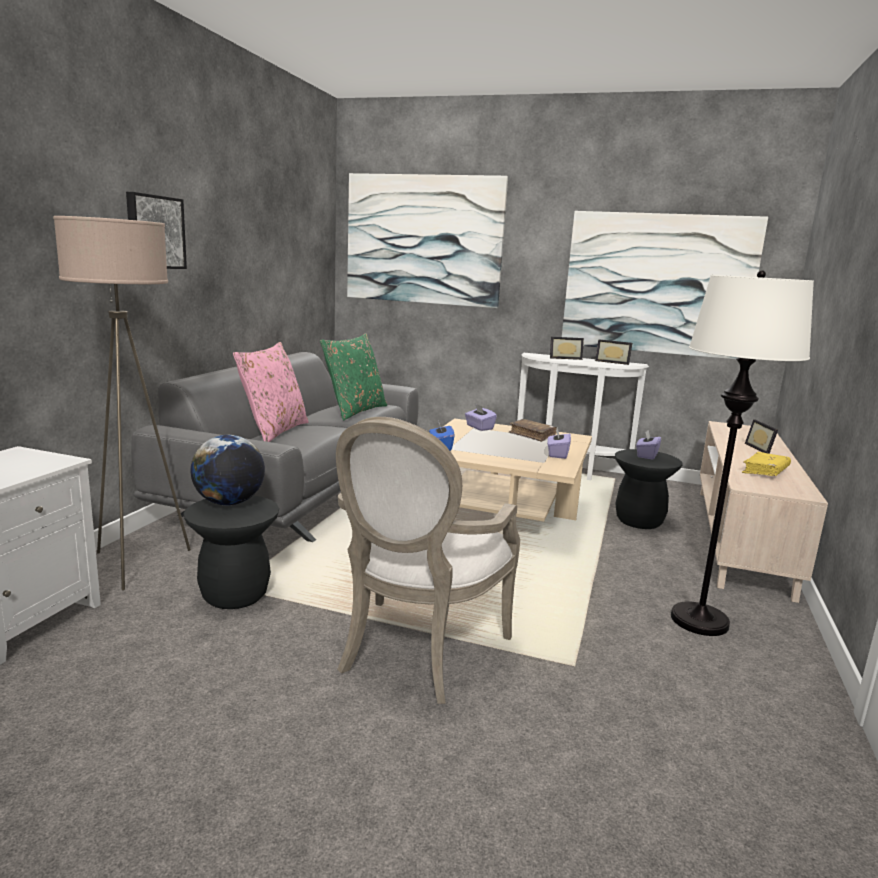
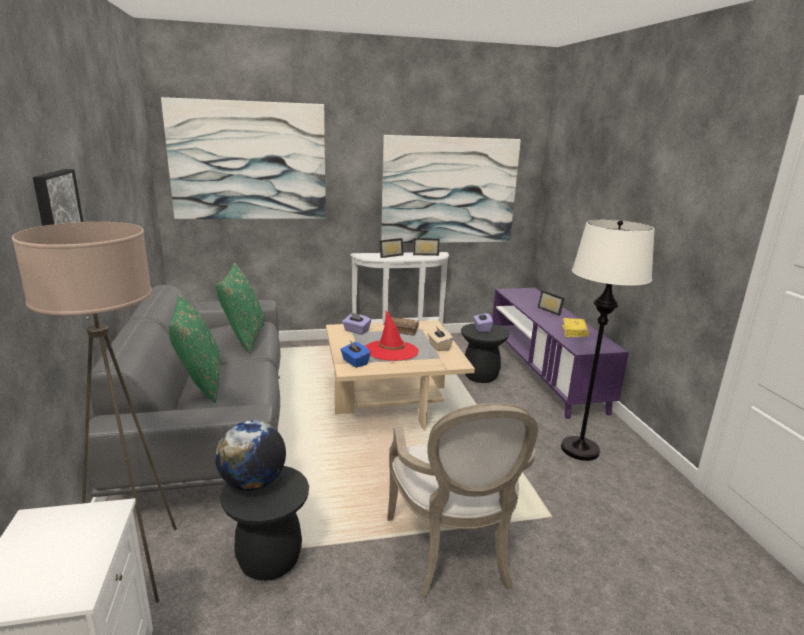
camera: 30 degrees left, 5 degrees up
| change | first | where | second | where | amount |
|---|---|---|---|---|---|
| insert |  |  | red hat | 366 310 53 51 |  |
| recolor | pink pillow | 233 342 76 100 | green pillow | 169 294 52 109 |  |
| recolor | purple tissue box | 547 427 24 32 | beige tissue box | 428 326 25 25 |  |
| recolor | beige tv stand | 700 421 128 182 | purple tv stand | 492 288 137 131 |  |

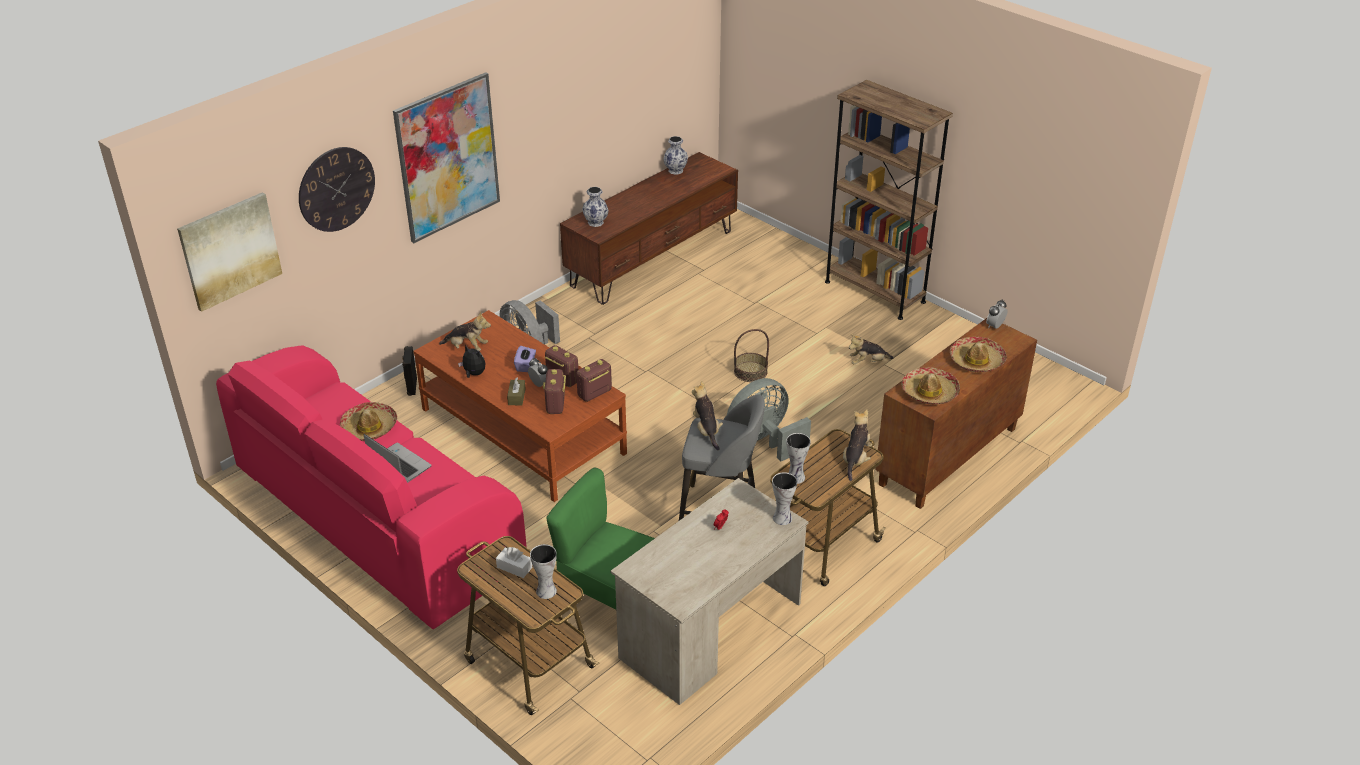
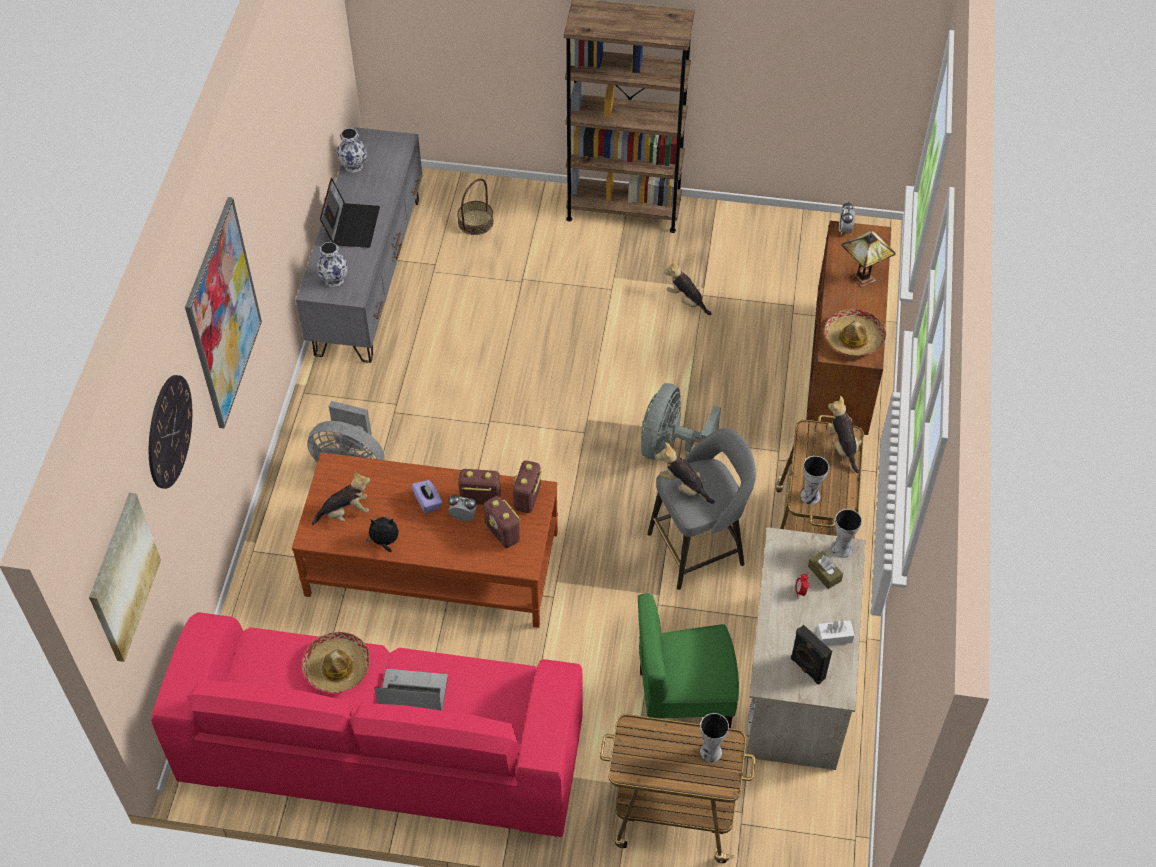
camera: 35 degrees left, 15 degrees up
| change | first | where | second | where | amount |
|---|---|---|---|---|---|
| insert |  |  | laptop | 320 178 60 70 |  |
| move | black speaker | 402 346 15 50 |  | 791 625 41 59 |  |
| move | white tissue box | 496 547 36 31 |  | 816 620 39 26 |  |
| move | brown tissue box | 507 377 18 28 |  | 808 551 35 38 |  |
| move | basket | 734 329 35 53 |  | 457 178 37 57 |  |
| replace | hat | 950 337 57 35 | table lamp | 841 230 55 57 |  |
| recolor | brown tv stand | 560 152 178 153 | grey tv stand | 296 127 126 236 |  |
| rotate | plush toy | 849 334 44 30 |  | 664 260 48 55 | 90 degrees clockwise |

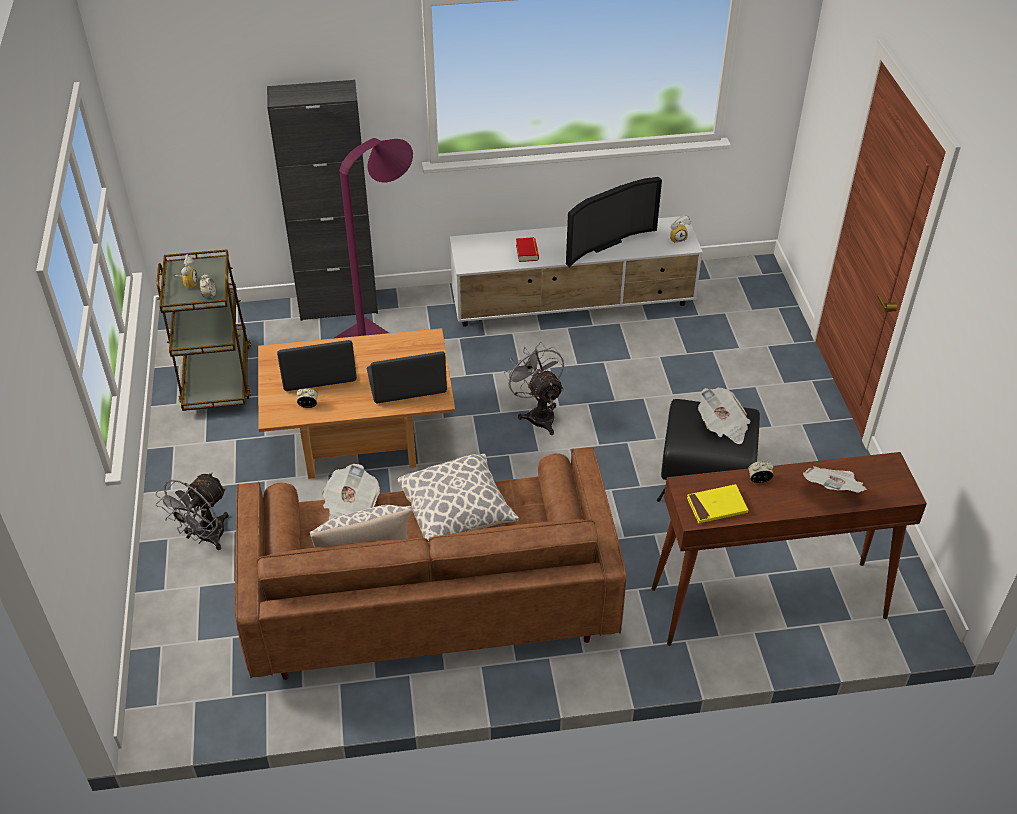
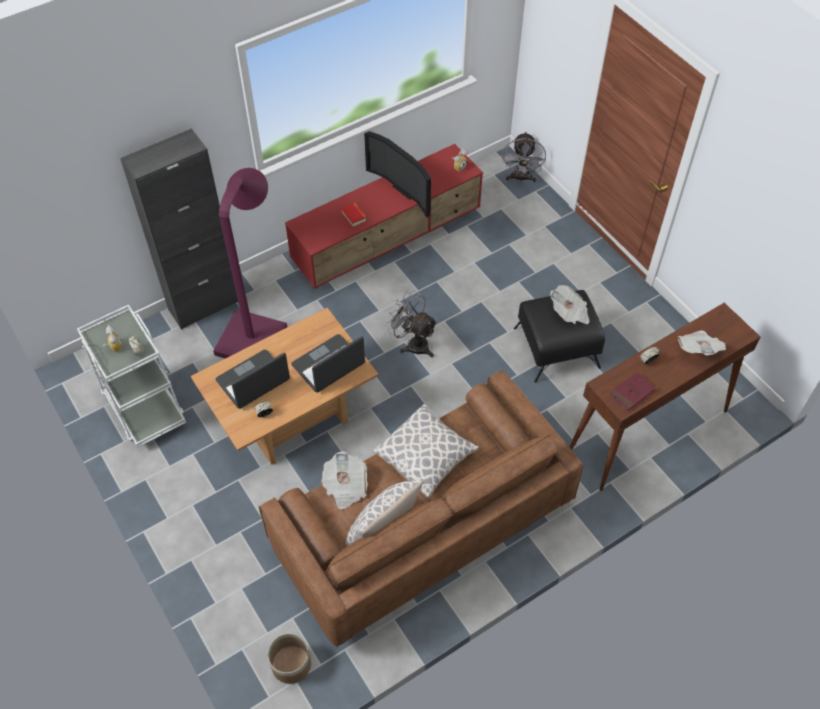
camera: 25 degrees left, 10 degrees up
| change | first | where | second | where | amount |
|---|---|---|---|---|---|
| insert |  |  | planter | 268 633 43 51 |  |
| move | grey fan | 156 472 73 78 |  | 502 132 44 51 |  |
| recolor | brown cart | 157 249 94 162 | white cart | 77 305 109 142 |  |
| recolor | white tv stand | 450 216 253 111 | red tv stand | 285 144 198 144 |  |
| recolor | yellow book | 687 484 61 39 | red book | 609 371 47 40 |  |
| rotate | television | 566 177 96 90 |  | 364 131 67 87 | 105 degrees clockwise |

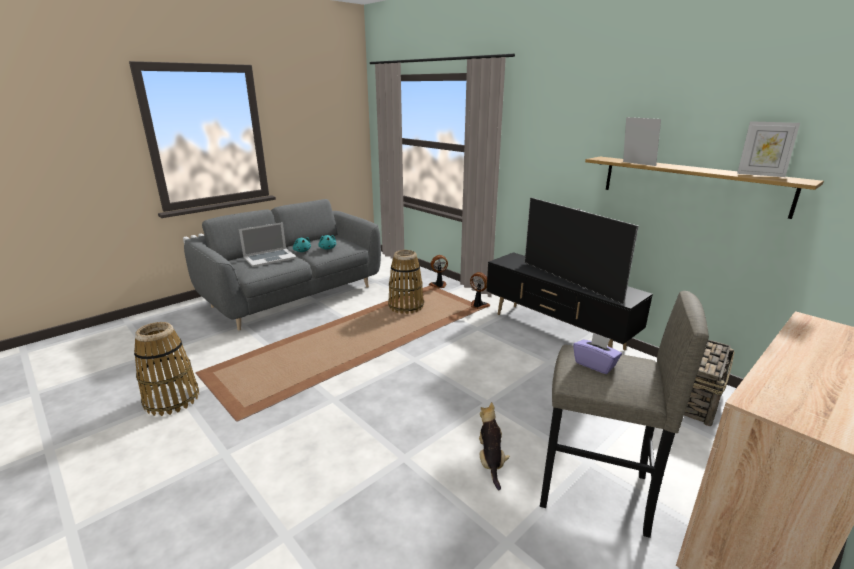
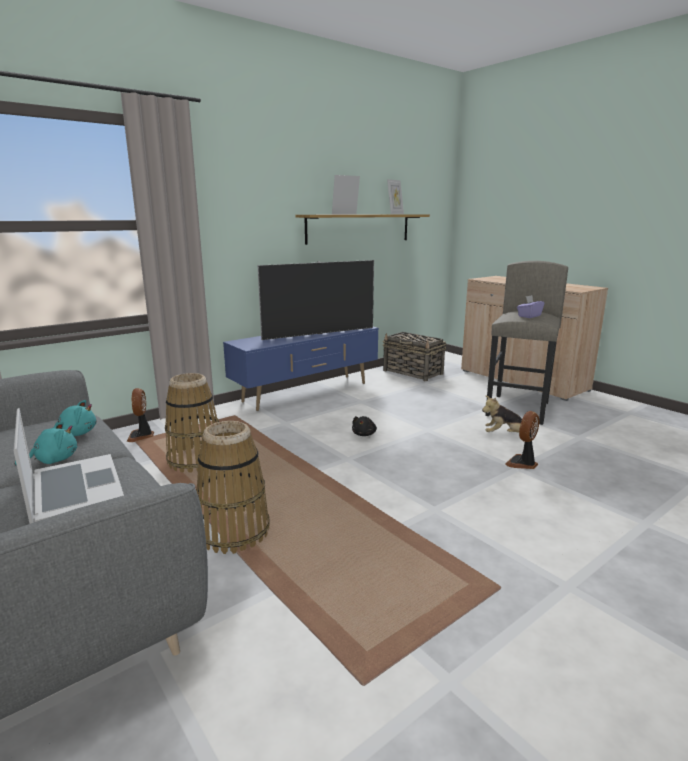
camera: 85 degrees left, 5 degrees down
| change | first | where | second | where | amount |
|---|---|---|---|---|---|
| insert |  |  | black plush toy | 352 416 25 20 |  |
| move | basket | 134 322 65 94 |  | 196 421 73 133 |  |
| move | fan | 470 272 20 37 |  | 505 411 35 58 |  |
| recolor | black tv stand | 487 252 166 98 | blue tv stand | 223 327 156 84 |  |

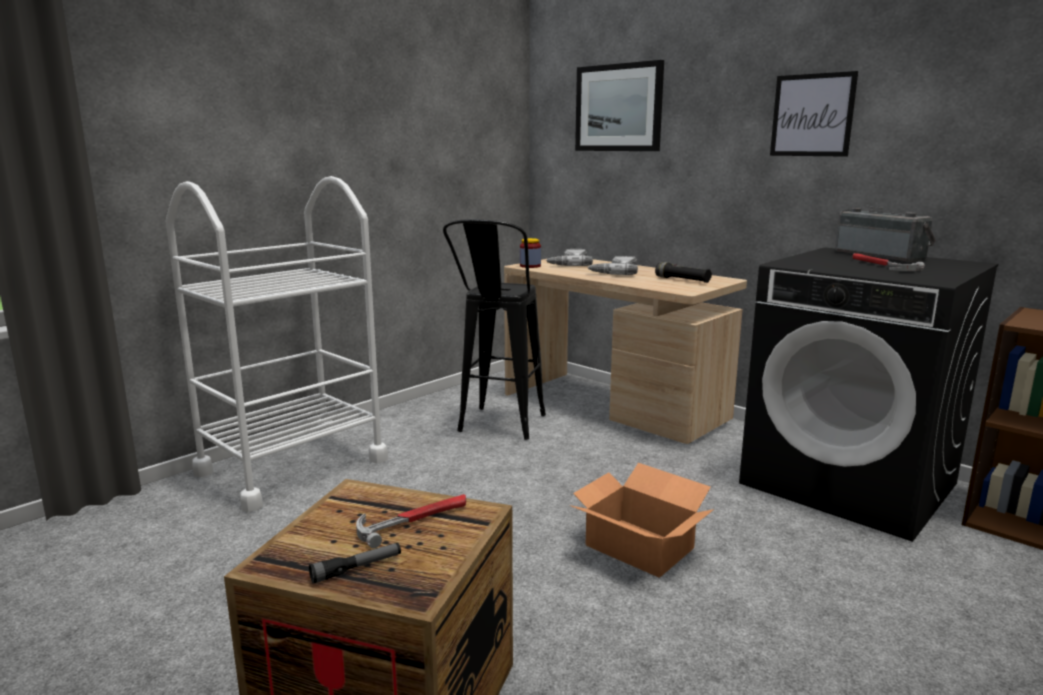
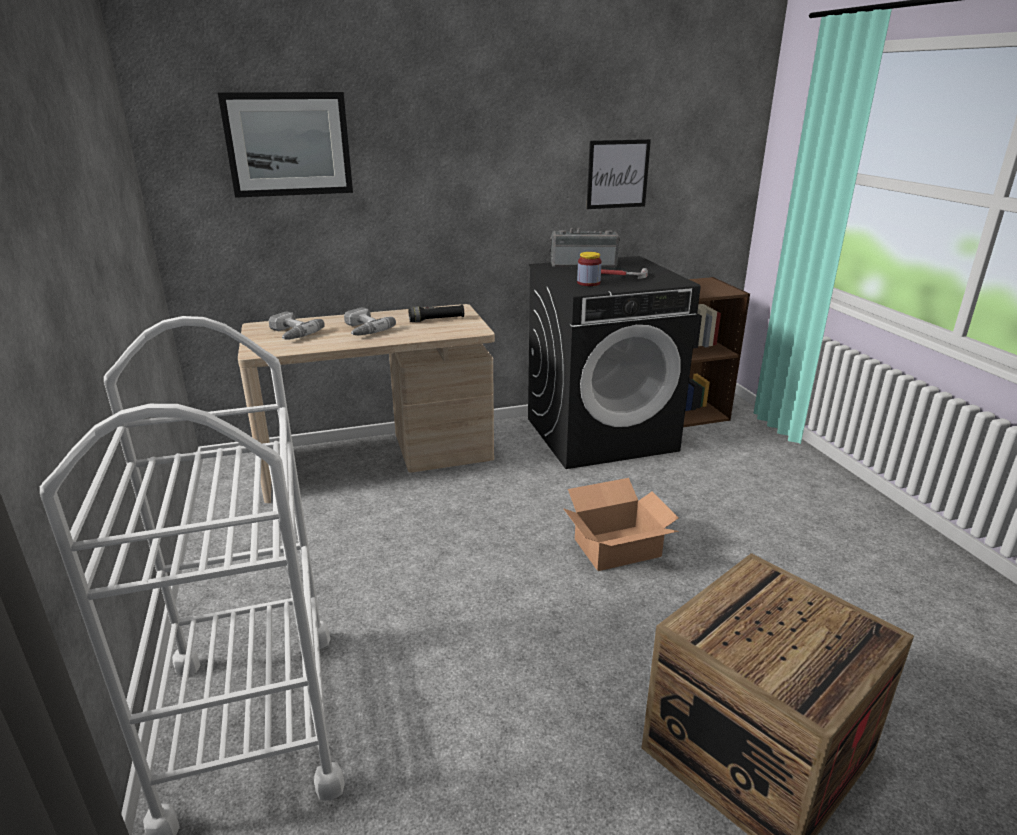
camera: 60 degrees left, 10 degrees up
| change | first | where | second | where | amount |
|---|---|---|---|---|---|
| delete | flashlight | 309 543 92 41 |  |  |  |
| delete | hammer | 356 494 110 54 |  |  |  |
| delete | black stool | 443 219 103 221 |  |  |  |
| move | jar | 520 238 21 30 |  | 577 252 25 34 |  |
| move | picture | 770 71 88 86 |  | 586 139 65 70 |  |

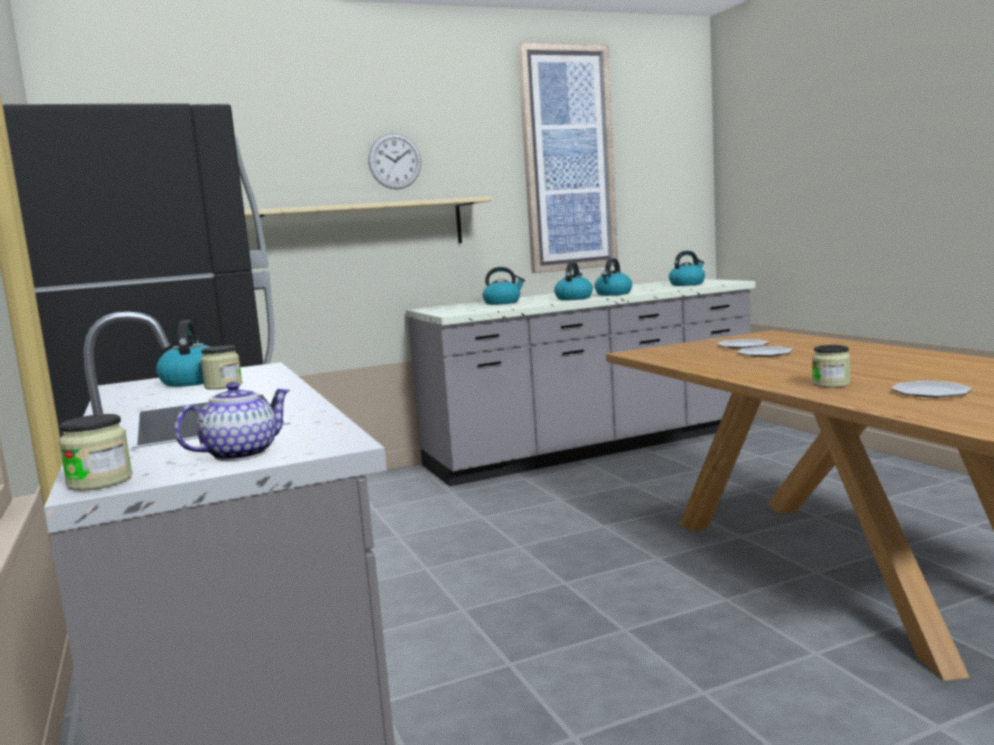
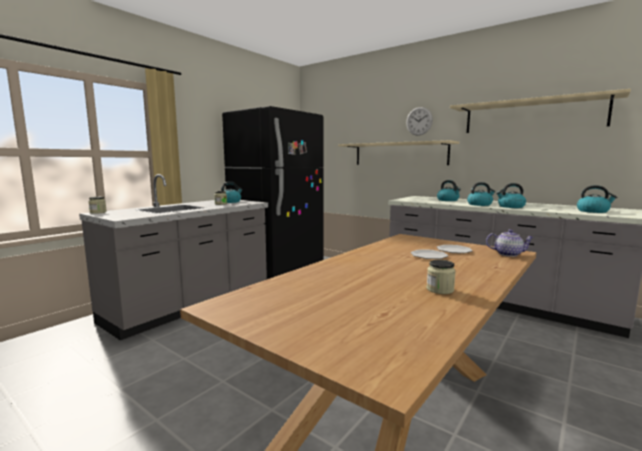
camera: 60 degrees right, 0 degrees up
| change | first | where | second | where | amount |
|---|---|---|---|---|---|
| delete | plate | 891 381 81 17 |  |  |  |
| move | teapot | 174 382 116 79 |  | 486 229 49 28 |  |
| move | jar | 812 345 39 43 |  | 427 260 29 34 |  |
| replace | picture | 517 43 101 230 | beige shelf | 450 89 181 44 |  |

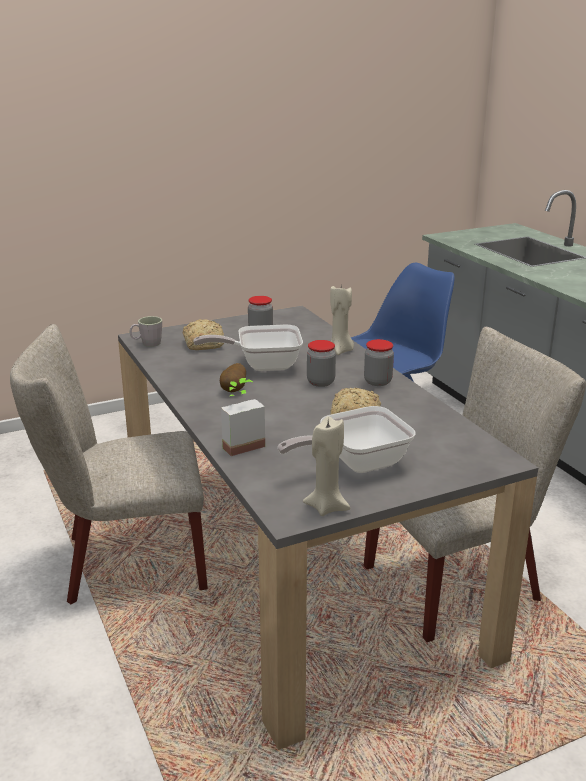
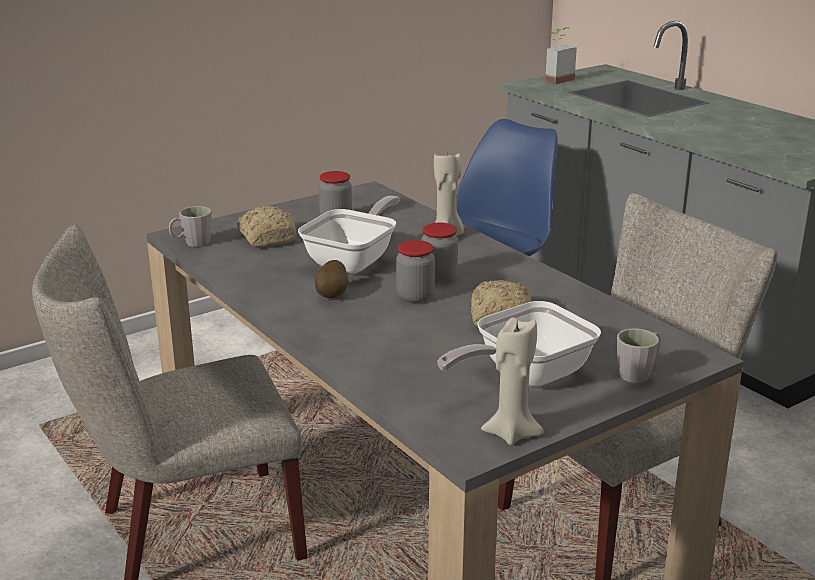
camera: 10 degrees left, 0 degrees up
| change | first | where | second | where | amount |
|---|---|---|---|---|---|
| insert |  |  | grey mug | 617 328 43 55 |  |
| move | potted plant | 221 378 44 78 |  | 545 27 32 57 |  |
| move | jar | 364 339 30 47 |  | 396 240 39 63 |  |
| rotate | frying pan | 193 325 110 46 |  | 298 196 102 77 | 135 degrees clockwise |

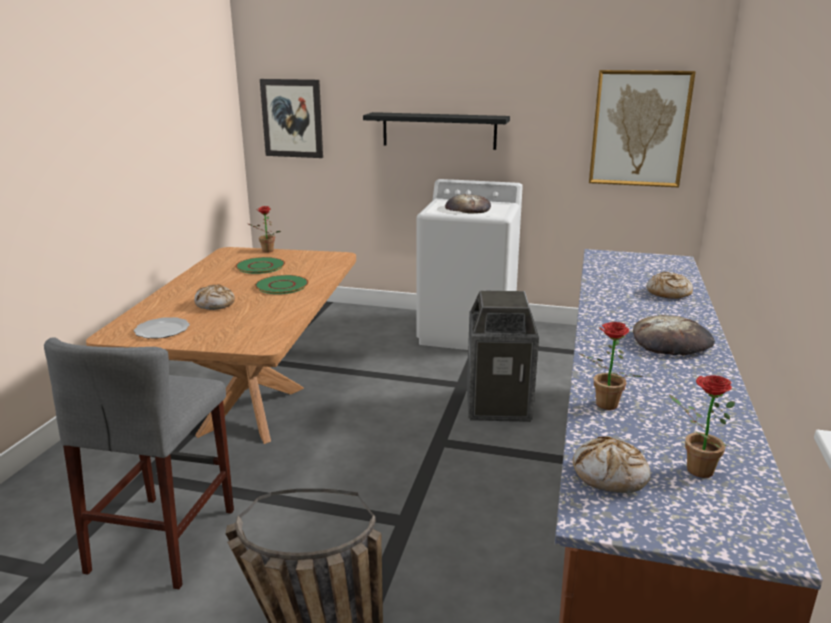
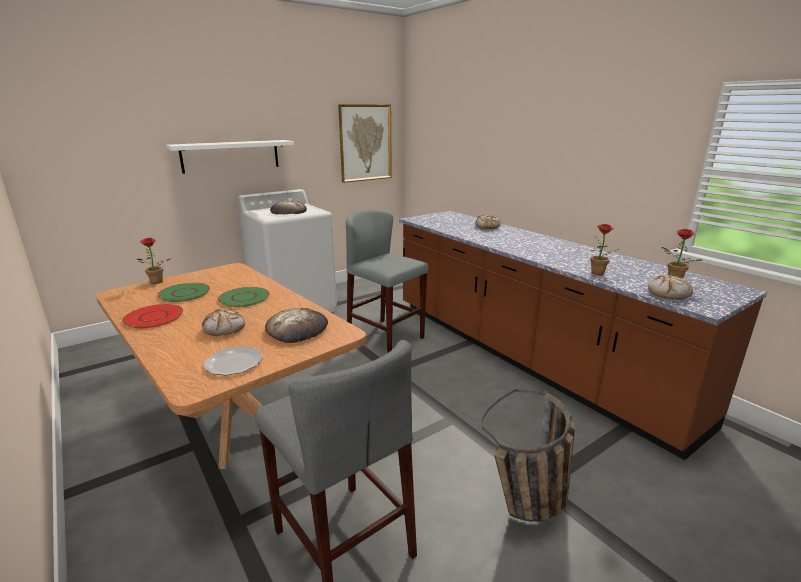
camera: 50 degrees left, 0 degrees up
| change | first | where | second | where | amount |
|---|---|---|---|---|---|
| delete | picture | 260 79 63 79 |  |  |  |
| insert |  |  | red plate | 122 304 61 24 |  |
| move | bread | 633 315 82 40 |  | 265 308 63 35 |  |
| replace | trash can | 467 290 72 132 | grey stool | 346 210 82 143 |  |
| recolor | black shelf | 363 112 147 38 | white shelf | 166 140 128 34 |  |

